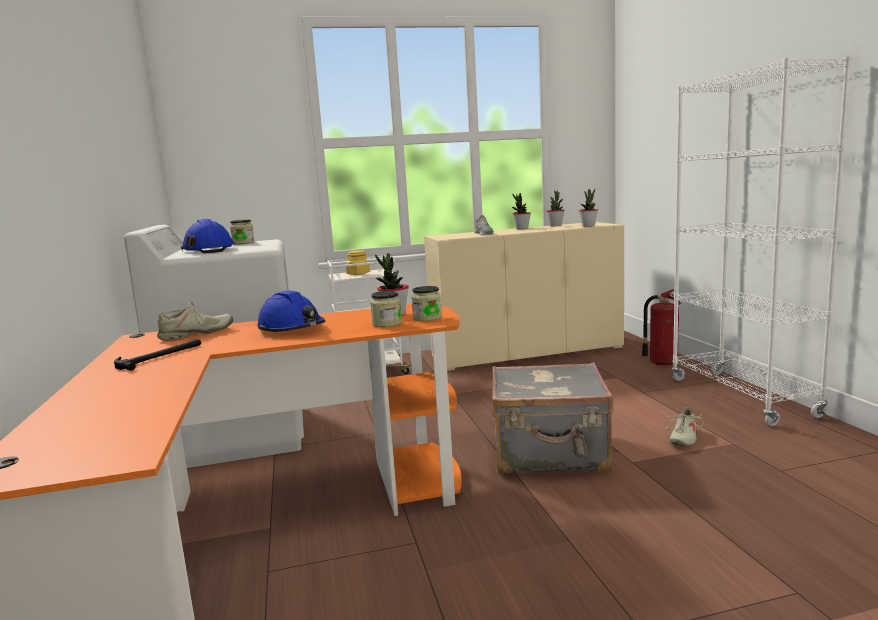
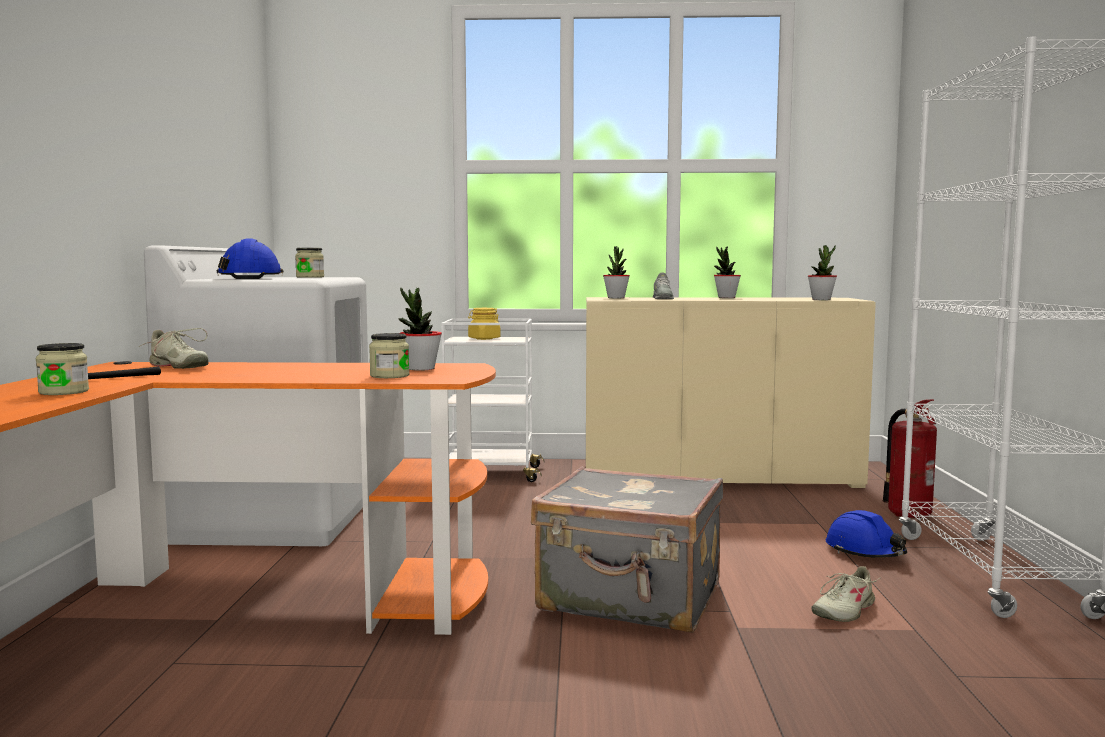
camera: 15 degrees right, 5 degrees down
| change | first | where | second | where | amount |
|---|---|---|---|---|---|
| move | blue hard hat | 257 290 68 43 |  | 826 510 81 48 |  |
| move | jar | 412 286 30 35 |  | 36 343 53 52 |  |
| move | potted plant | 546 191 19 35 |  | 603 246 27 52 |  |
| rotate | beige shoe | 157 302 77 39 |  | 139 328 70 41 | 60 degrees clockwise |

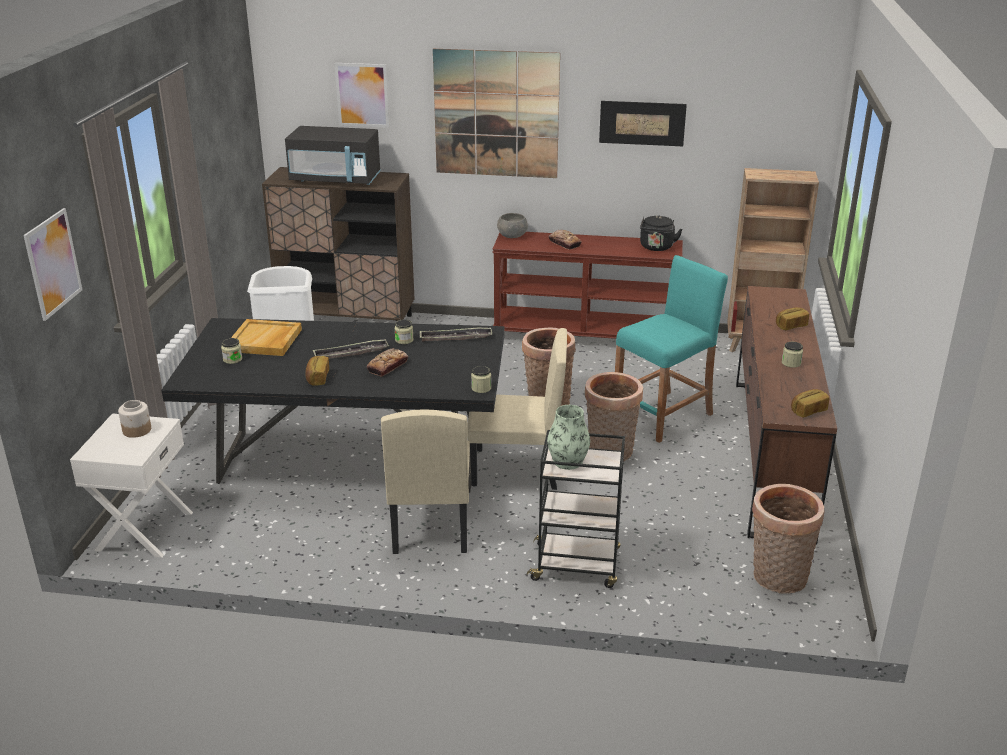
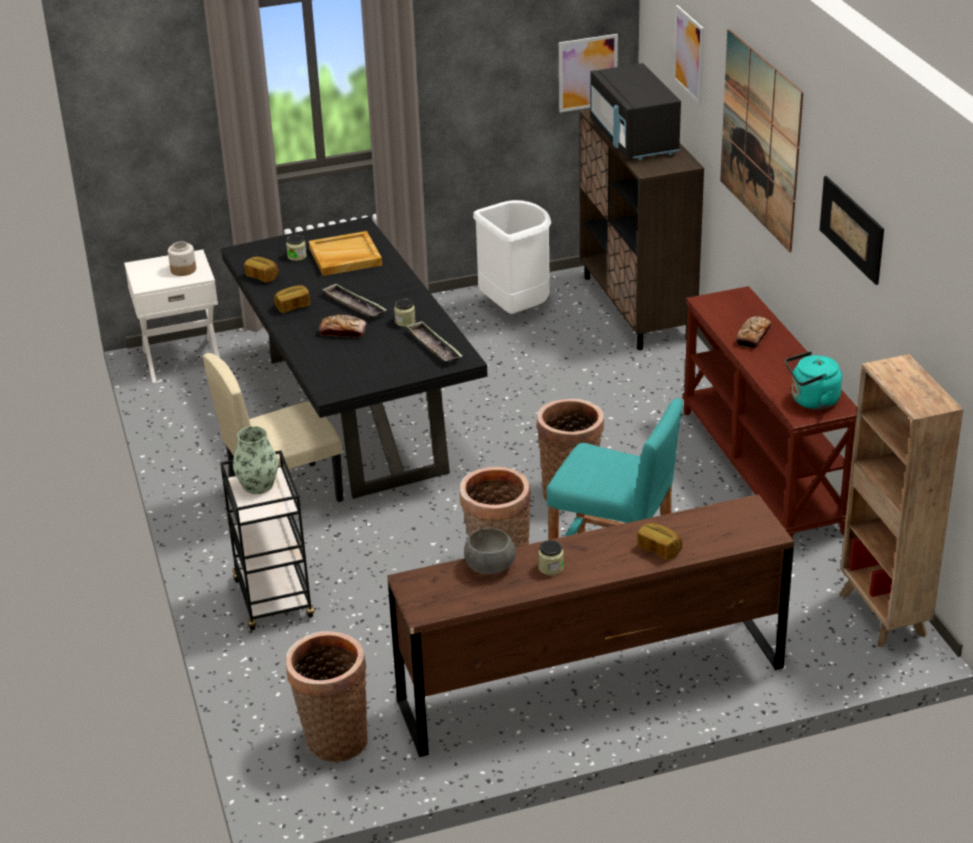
camera: 65 degrees right, 5 degrees up
| change | first | where | second | where | amount |
|---|---|---|---|---|---|
| delete | beige chair | 467 328 100 162 |  |  |  |
| delete | jar | 471 366 20 27 |  |  |  |
| move | picture | 23 208 60 113 |  | 559 34 59 79 |  |
| move | grey bowl | 497 213 31 25 |  | 464 528 52 46 |  |
| move | bread | 791 389 38 29 |  | 244 257 35 26 |  |
| recolor | black kettle | 640 216 43 35 | turquoise kettle | 785 351 57 58 |  |

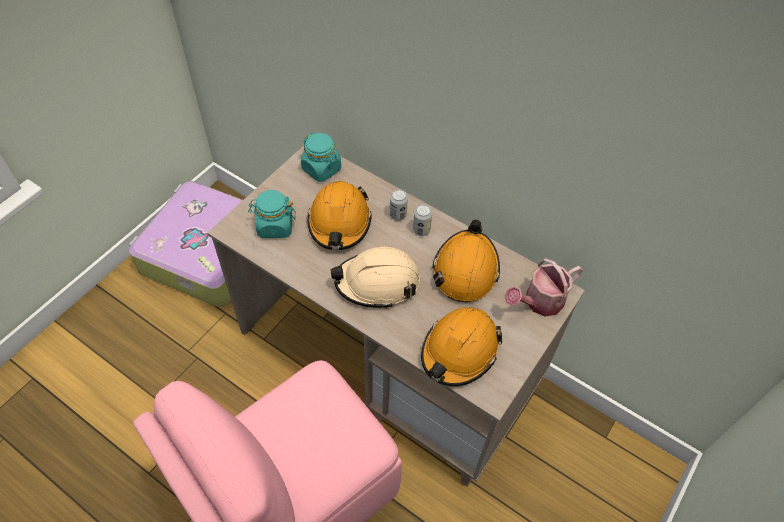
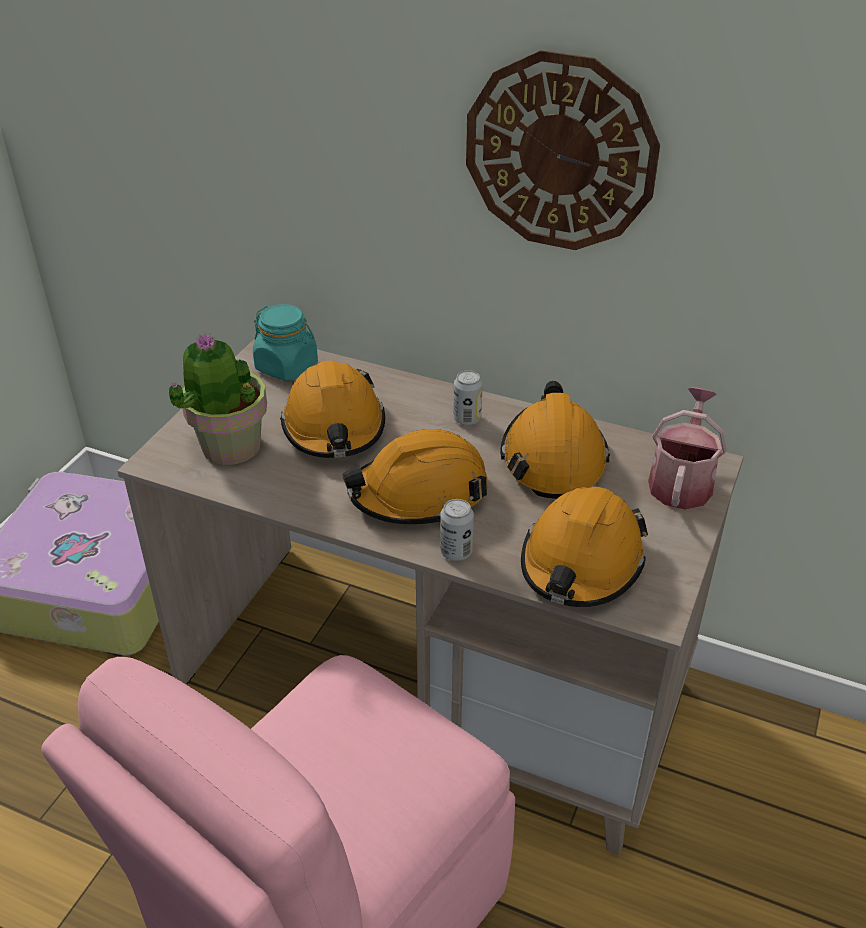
camera: 10 degrees left, 15 degrees down
| change | first | where | second | where | amount |
|---|---|---|---|---|---|
| insert |  |  | wall clock | 466 50 194 200 |  |
| move | can | 390 189 18 32 |  | 440 499 34 62 |  |
| replace | turquoise jar | 248 190 48 48 | potted plant | 168 333 99 132 |  |
| recolor | beige hard hat | 331 247 89 62 | orange hard hat | 342 429 146 95 |  |
| rotate | watering can | 505 258 78 58 |  | 648 387 78 123 | 150 degrees clockwise |

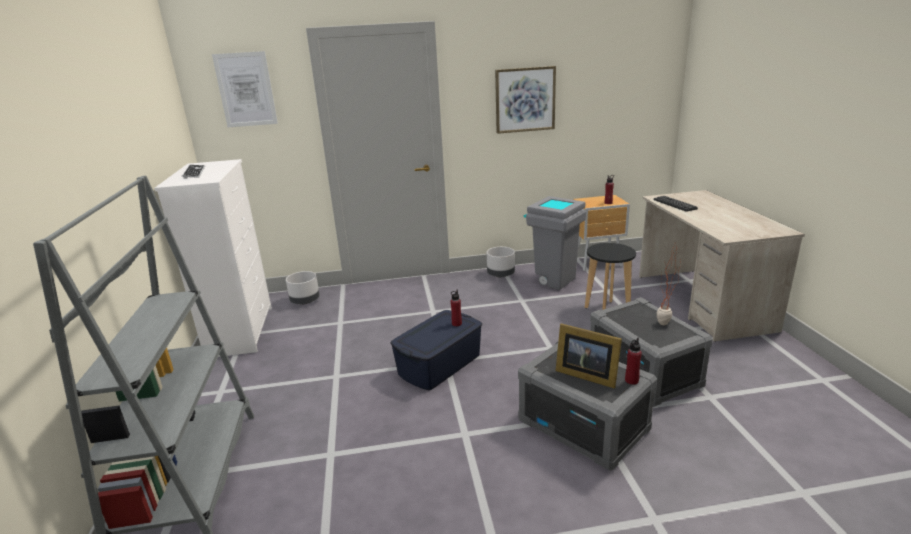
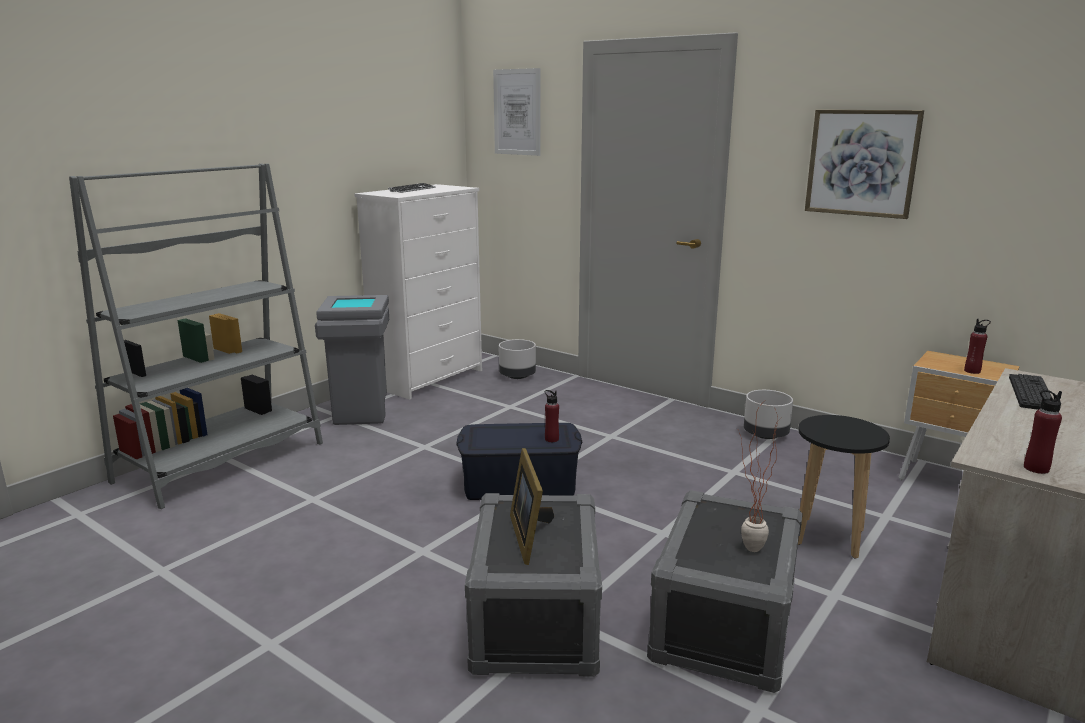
camera: 45 degrees right, 5 degrees down
| change | first | where | second | where | amount |
|---|---|---|---|---|---|
| move | grey trash can | 524 196 62 94 |  | 315 295 74 130 |  |
| move | red bottle | 625 338 17 47 |  | 1024 390 38 84 |  |

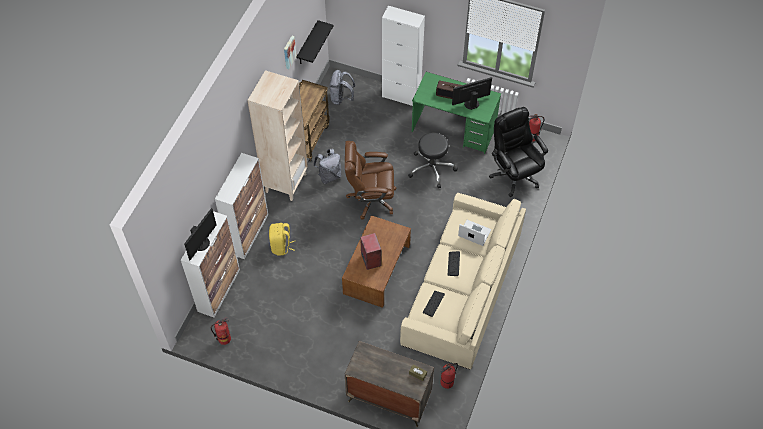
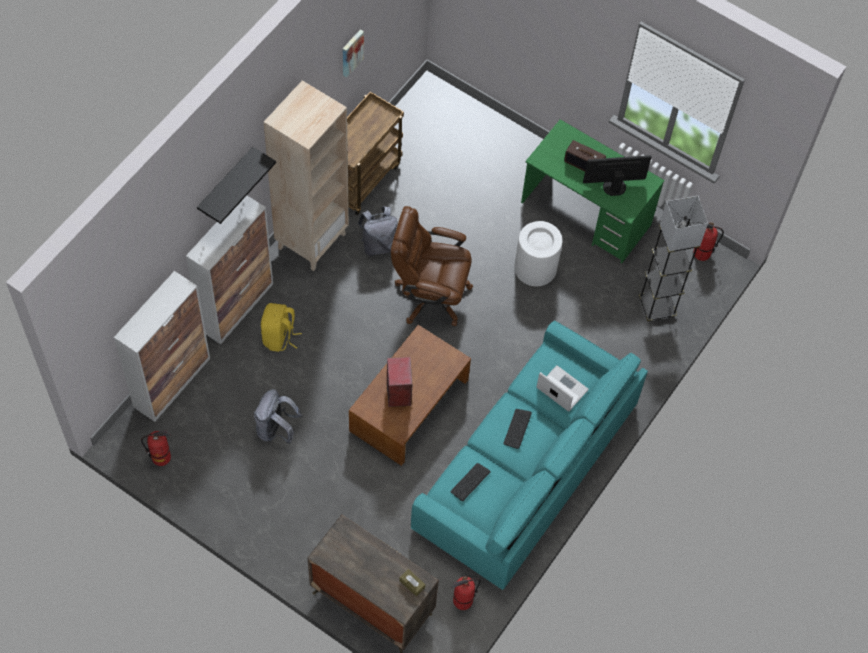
camera: 10 degrees right, 5 degrees up
| change | first | where | second | where | amount |
|---|---|---|---|---|---|
| delete | monitor | 184 208 32 52 |  |  |  |
| delete | white cabinet | 382 6 43 100 |  |  |  |
| move | black shelf | 297 20 37 44 |  | 197 147 79 77 |  |
| move | grey backpack | 329 70 26 35 |  | 254 389 49 55 |  |
| replace | black stool | 408 133 50 55 | white trash can | 514 221 49 65 |  |
| replace | black office chair | 489 107 59 90 | grey floor lamp | 639 196 69 126 |  |
| recolor | beige sofa | 400 193 126 176 | turquoise sofa | 411 321 237 269 |  |

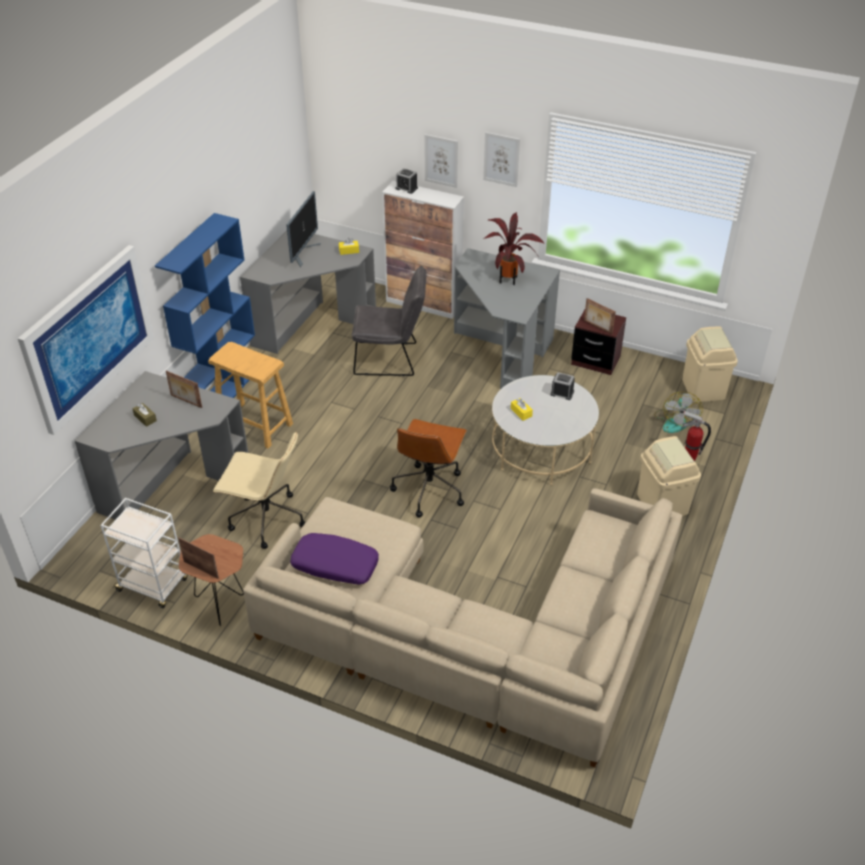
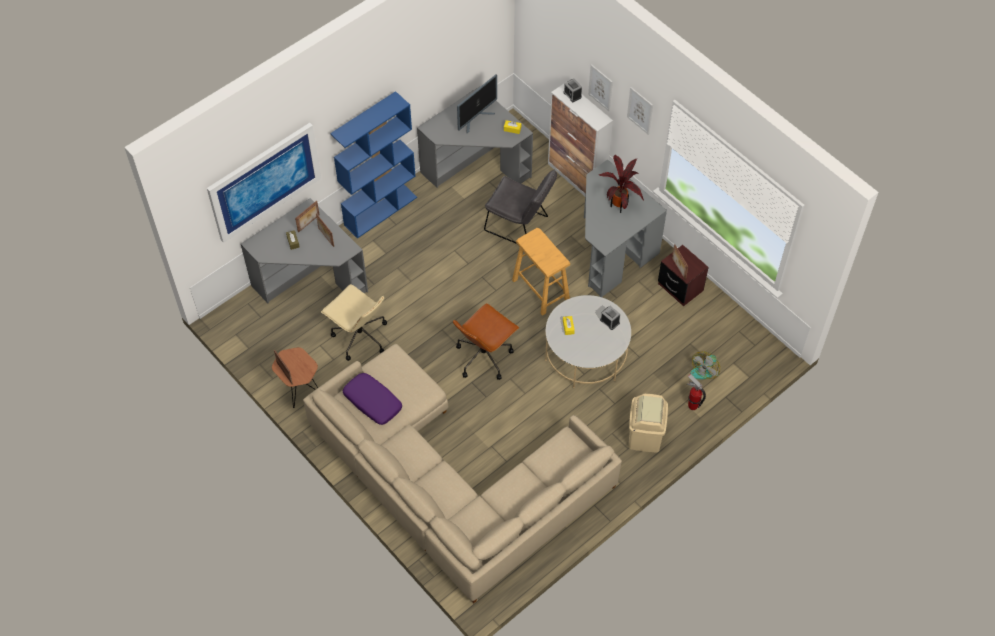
camera: 25 degrees right, 15 degrees up
| change | first | where | second | where | amount |
|---|---|---|---|---|---|
| delete | white cart | 100 498 88 110 |  |  |  |
| delete | beige trash can | 682 326 56 76 |  |  |  |
| insert |  |  | picture frame | 295 200 24 33 |  |
| move | beige stool | 208 342 85 106 |  | 512 228 58 87 |  |

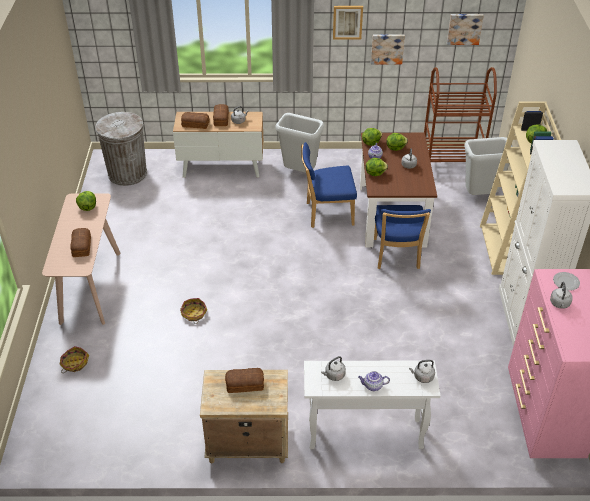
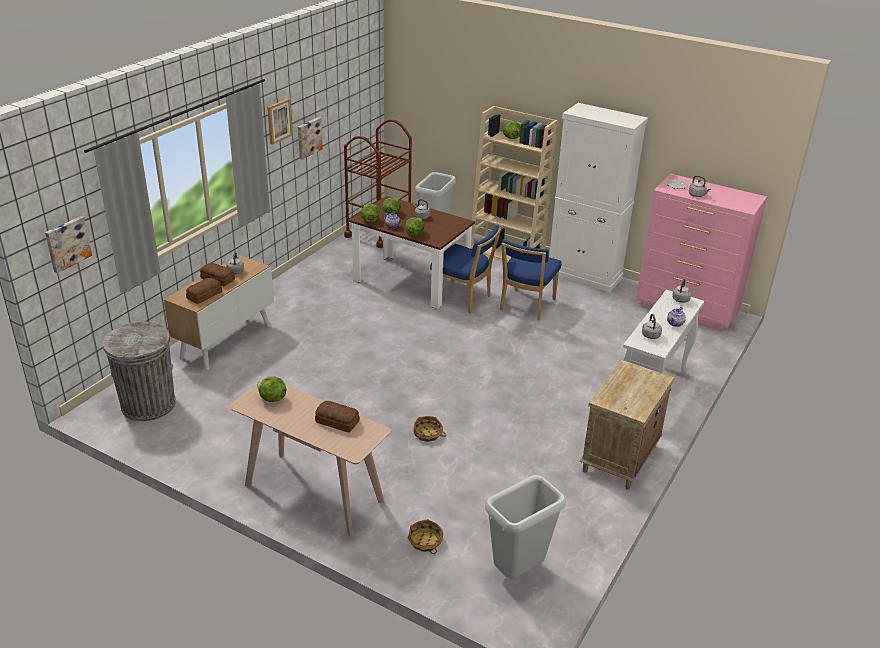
camera: 60 degrees left, 10 degrees down
| change | first | where | second | where | amount |
|---|---|---|---|---|---|
| delete | bread | 225 368 39 25 |  |  |  |
| move | grey trash can | 276 113 48 60 |  | 485 475 81 103 |  |
| move | blue chair | 301 142 56 86 |  | 500 239 62 81 |  |
| move | picture | 447 14 37 31 |  | 45 216 47 57 |  |

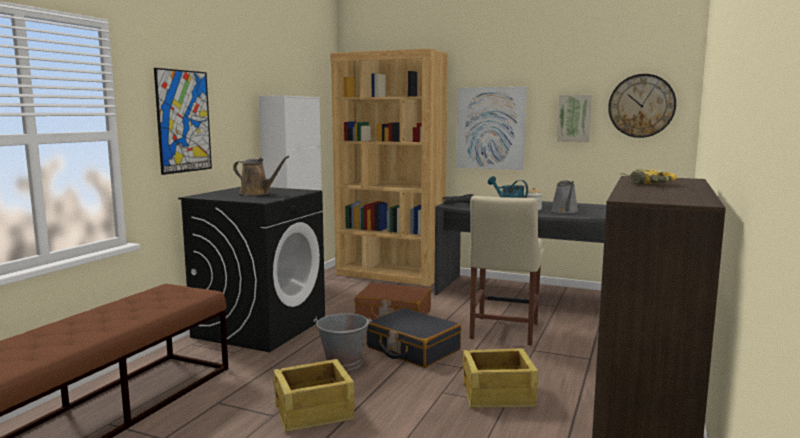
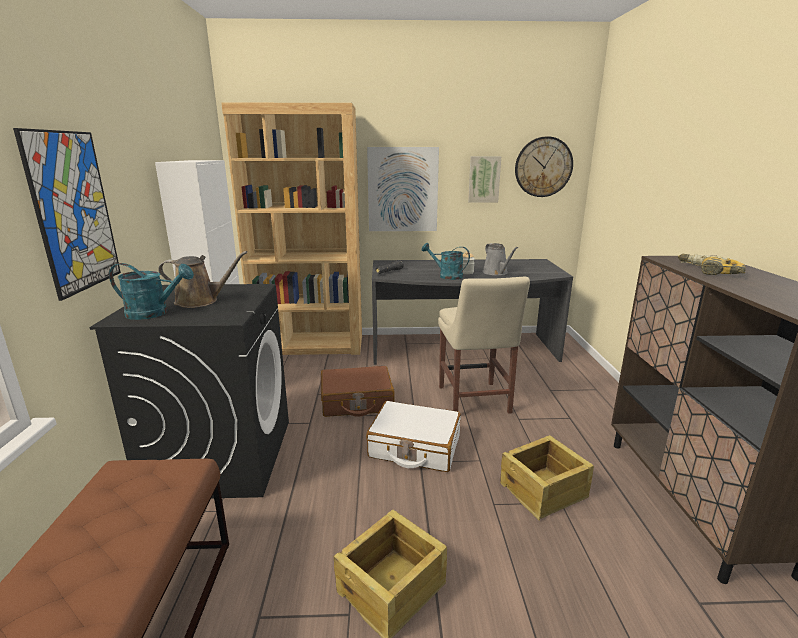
camera: 25 degrees left, 10 degrees up
| change | first | where | second | where | amount |
|---|---|---|---|---|---|
| delete | grey bucket | 313 313 59 58 |  |  |  |
| insert |  |  | turquoise watering can | 109 263 85 57 |  |
| recolor | black suitcase | 366 308 95 60 | white suitcase | 366 401 95 71 |  |

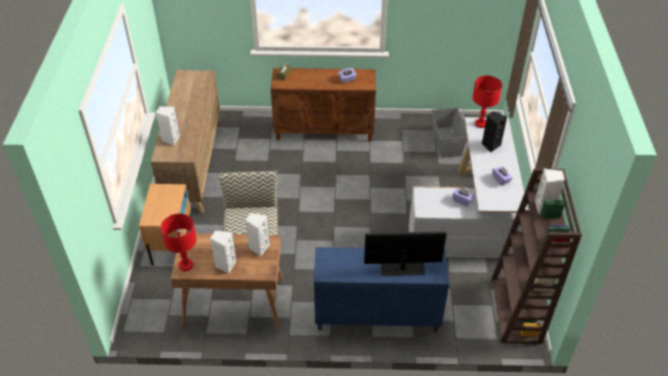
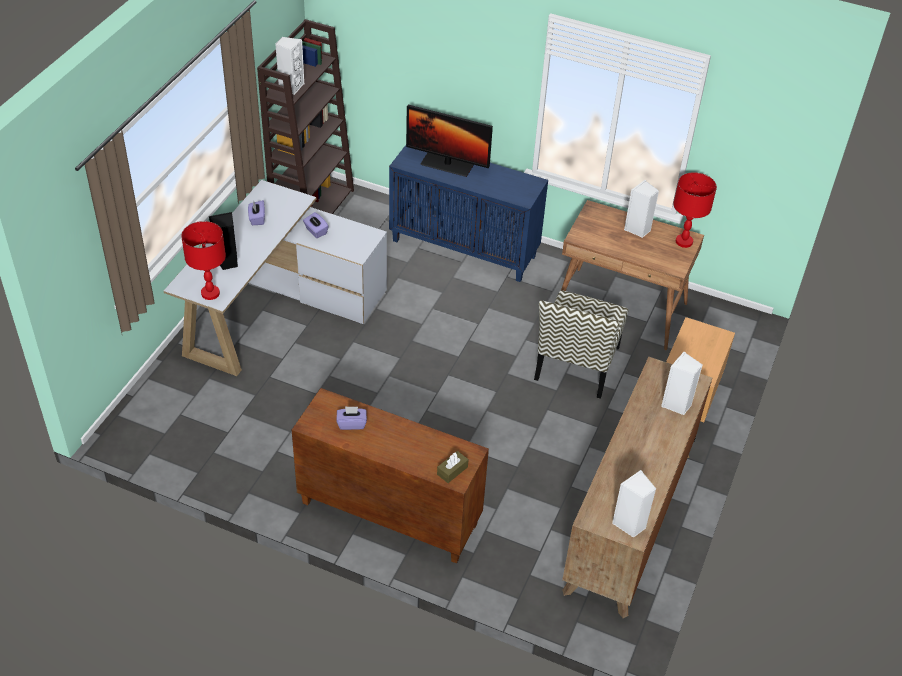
camera: 160 degrees left, 0 degrees up
| change | first | where | second | where | amount |
|---|---|---|---|---|---|
| delete | grey storage box | 431 108 36 50 |  |  |  |
| move | white speaker | 245 212 25 44 |  | 612 470 44 68 |  |

